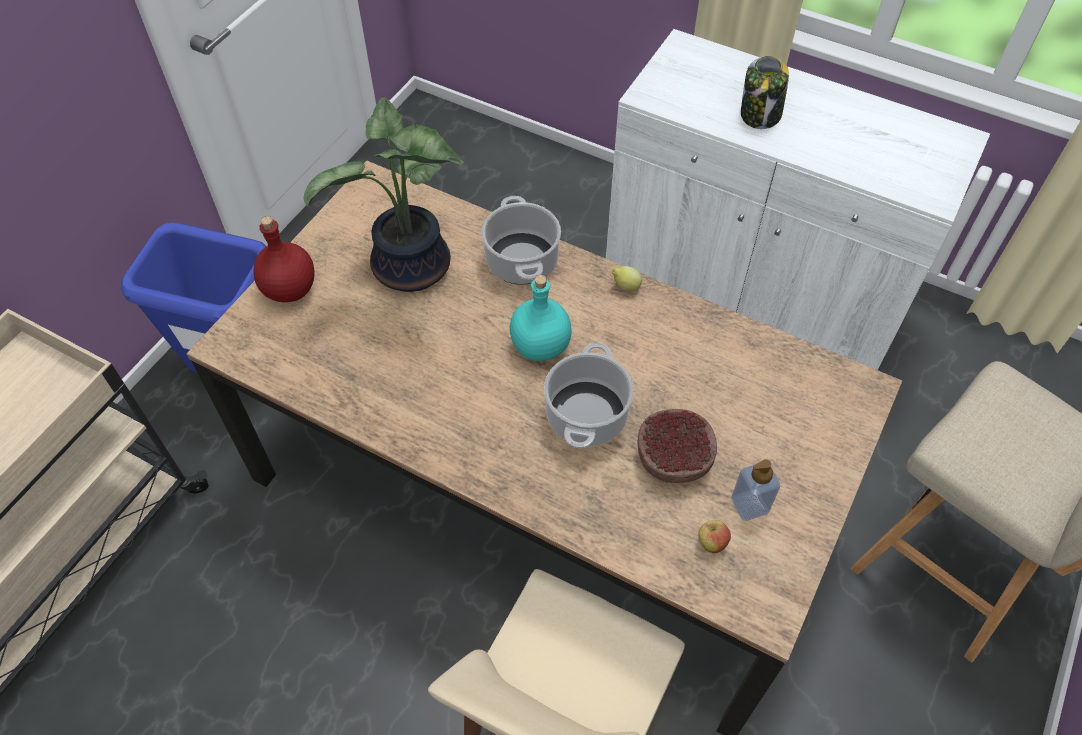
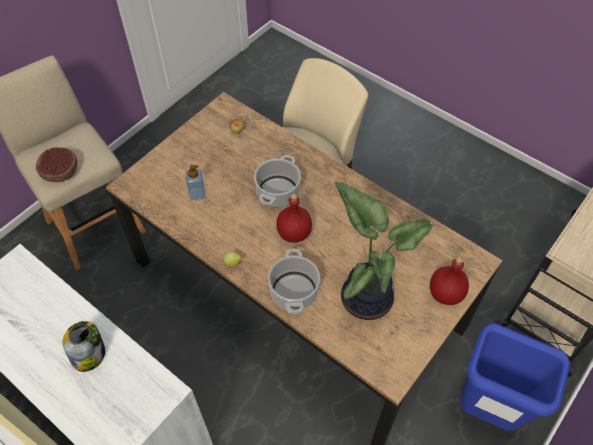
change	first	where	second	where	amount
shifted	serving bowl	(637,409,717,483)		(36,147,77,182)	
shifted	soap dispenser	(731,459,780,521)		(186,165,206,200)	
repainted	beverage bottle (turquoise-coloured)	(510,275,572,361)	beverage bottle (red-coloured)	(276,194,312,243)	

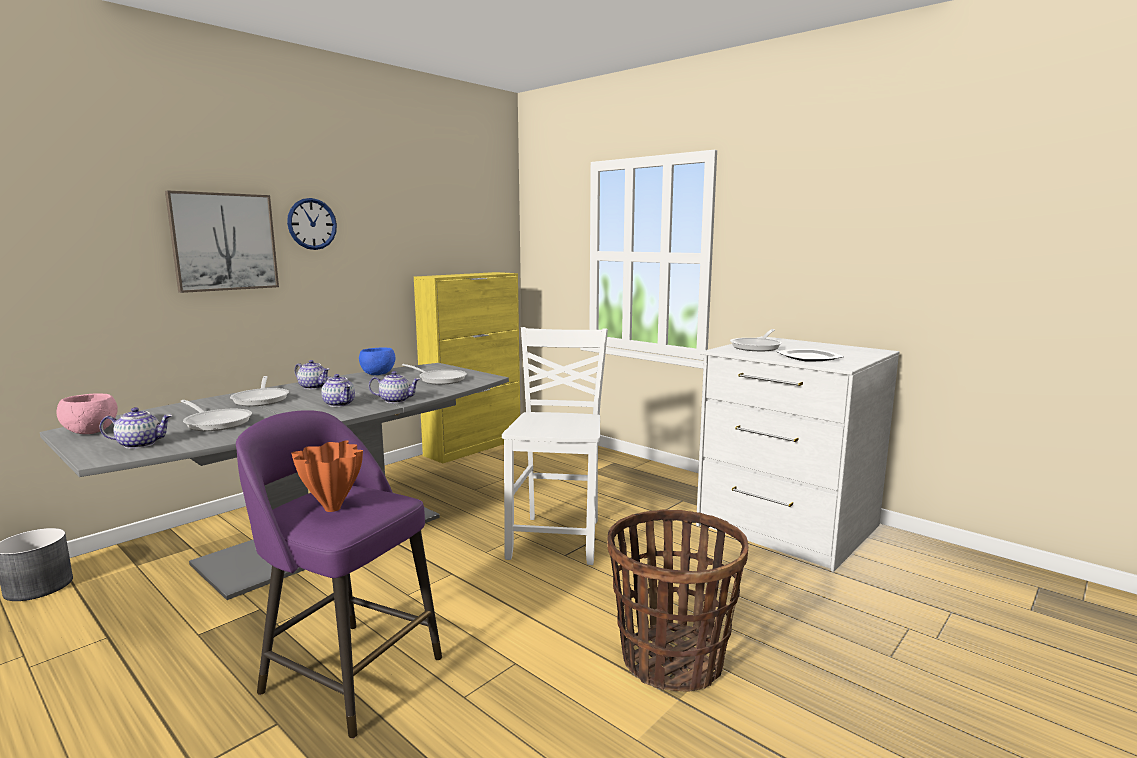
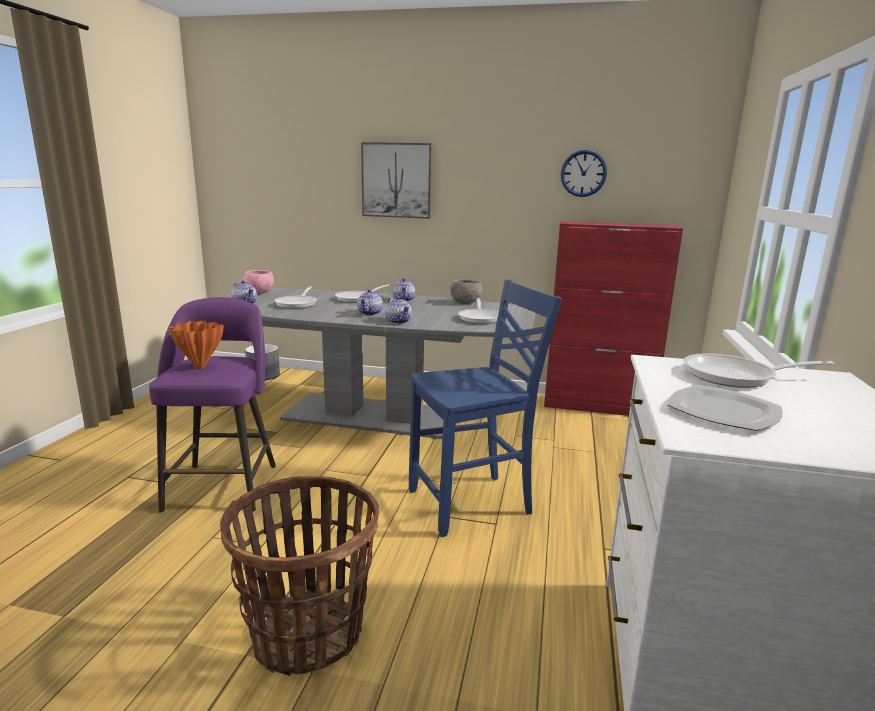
change	first	where	second	where	amount
repainted	chair (white)	(502,327,608,565)	chair (blue-coloured)	(409,279,562,537)	
repainted	serving bowl (blue-coloured)	(359,347,395,375)	serving bowl (greyish)	(450,279,483,304)	
repainted	cupboard (yellow)	(414,272,520,463)	cupboard (red-coloured)	(544,221,683,416)	
shifted	hanging clock	(287,198,337,250)		(561,150,607,197)	

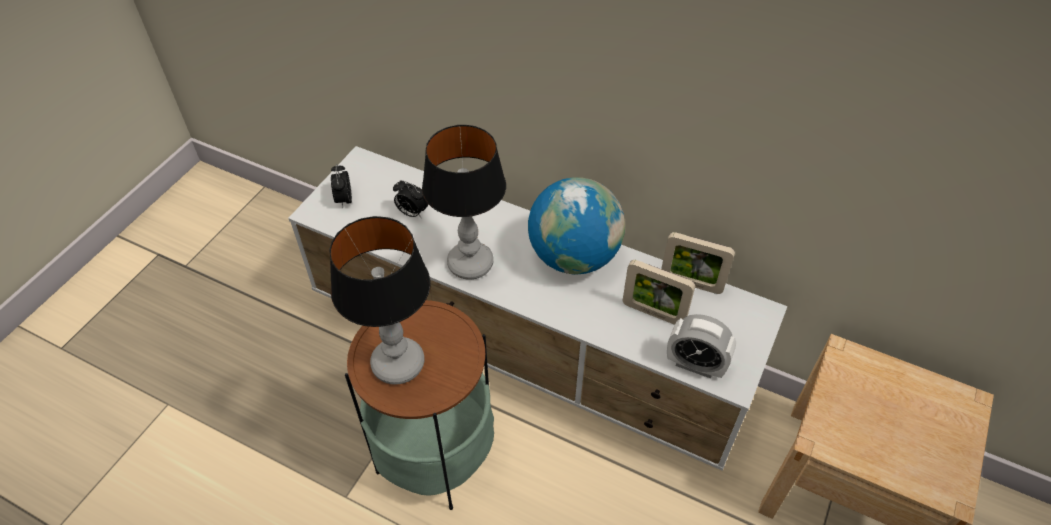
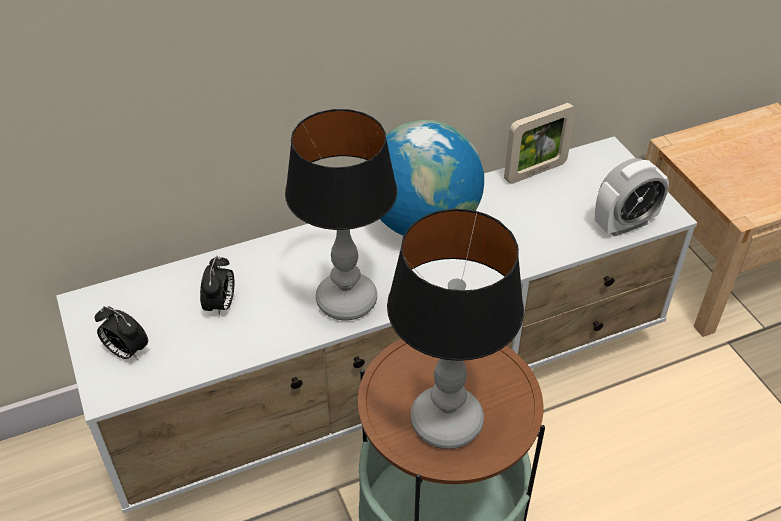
change	first	where	second	where	amount
rotated	bedside clock	(393,180,428,217)		(200,256,234,317)	60 degrees counterclockwise
gone	photo frame	(623,260,695,325)			

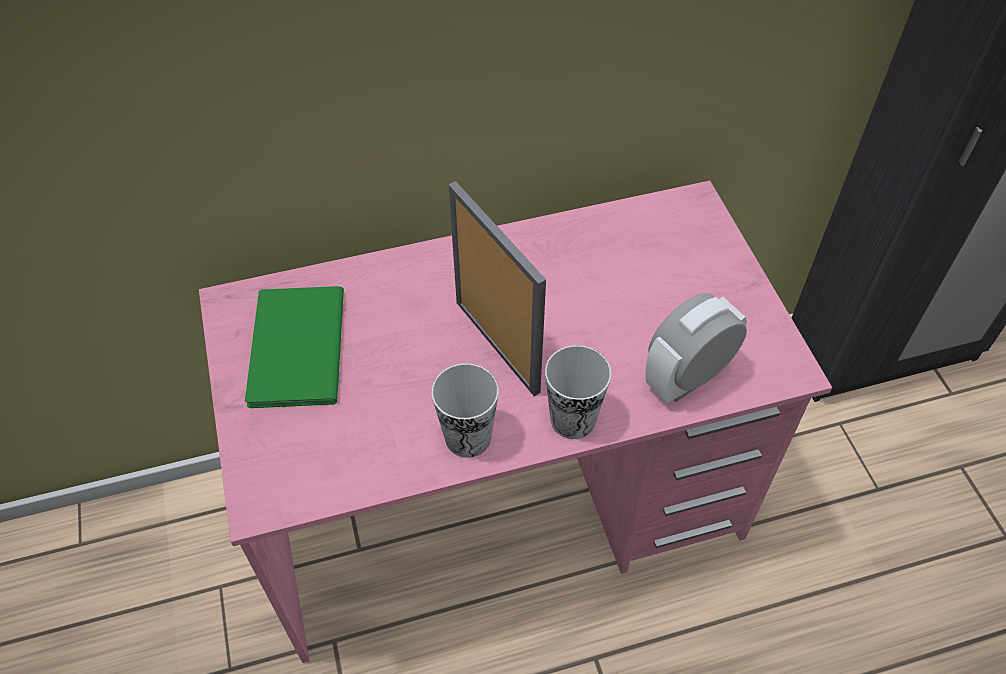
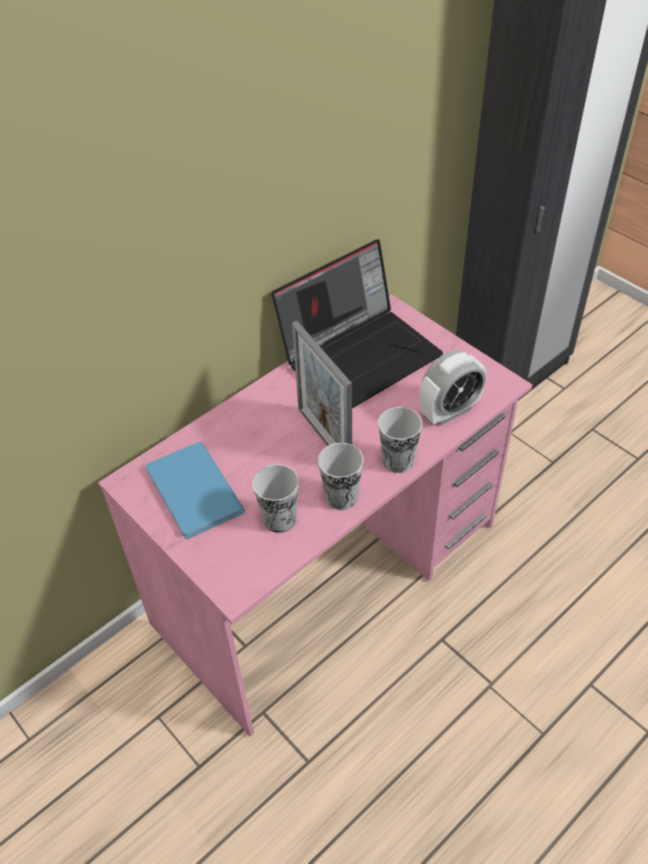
change	first	where	second	where	amount
repainted	bound book (green-coloured)	(245,286,344,408)	bound book (blue-coloured)	(146,442,245,539)	
new			cup	(253,464,299,533)	
new			portable computer	(271,239,443,408)	
rotated	photo frame	(449,181,546,396)		(292,321,352,446)	150 degrees counterclockwise
rotated	bedside clock	(645,294,747,403)		(420,351,486,425)	150 degrees counterclockwise

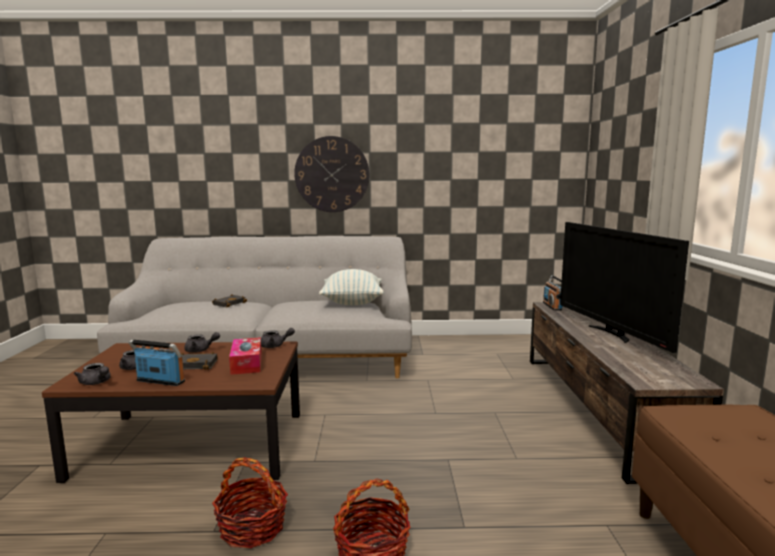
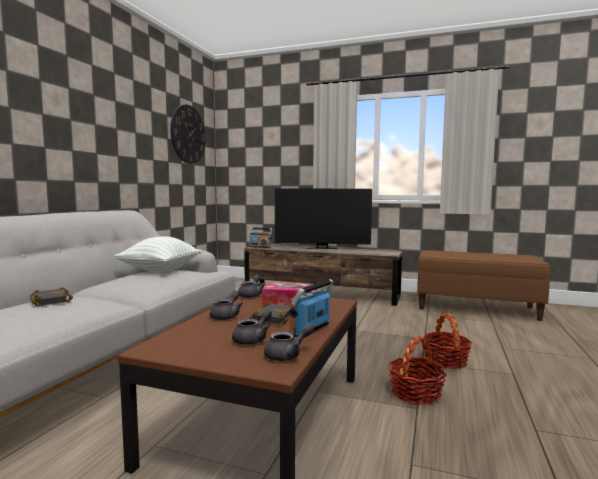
change	first	where	second	where	amount
shifted	hanging clock	(294,136,370,212)		(170,104,206,164)	

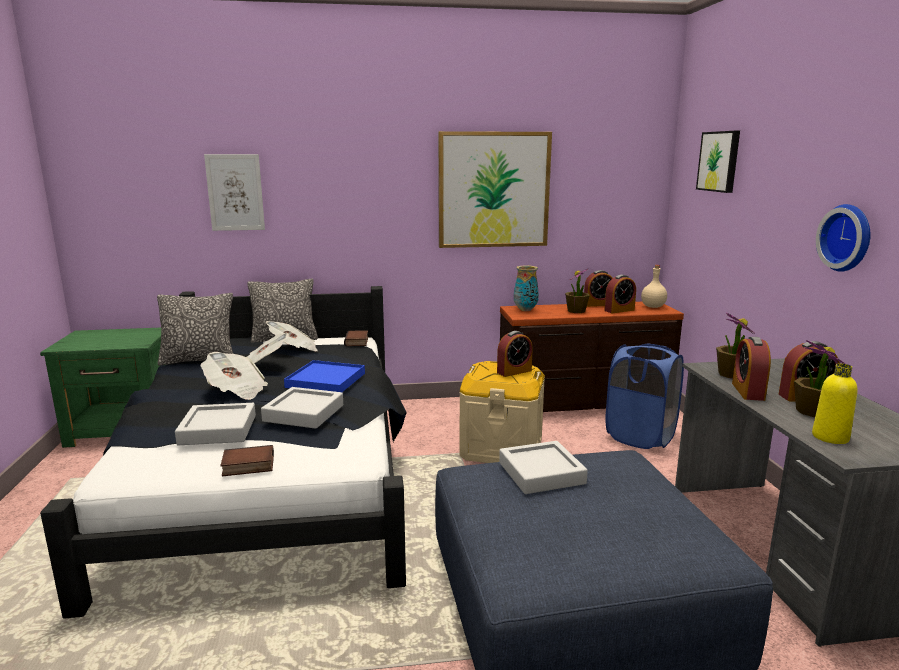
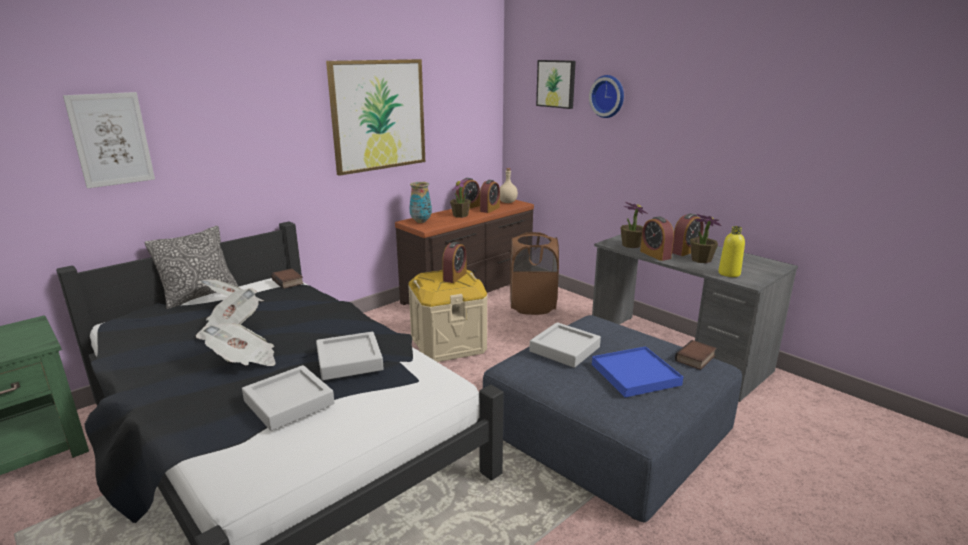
change	first	where	second	where	amount
repainted	washing basket (blue-coloured)	(606,344,684,449)	washing basket (brownish)	(510,232,559,315)	
shifted	hanging clock	(816,204,871,272)		(589,75,624,118)	
shifted	serving tray (blue-coloured)	(284,360,365,392)		(592,346,683,398)	
shifted	bound book	(220,445,274,476)		(675,340,717,370)	
gone	pillow	(157,293,233,366)			

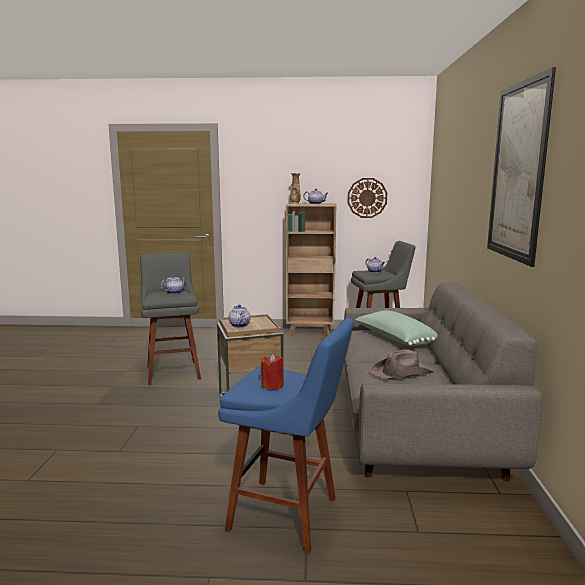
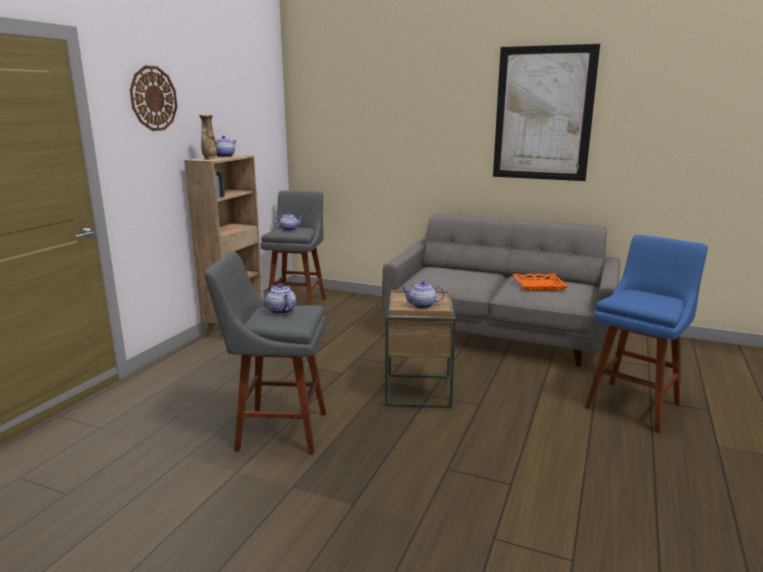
change	first	where	second	where	amount
shifted	hanging clock	(347,178,387,218)		(130,66,177,131)	
swapped	clothing hat (brownish)	(370,349,434,379)	serving tray (orange-coloured)	(512,273,568,291)	
gone	wax candle (red-coloured)	(261,354,284,389)			
gone	pillow (green-coloured)	(355,310,438,346)			

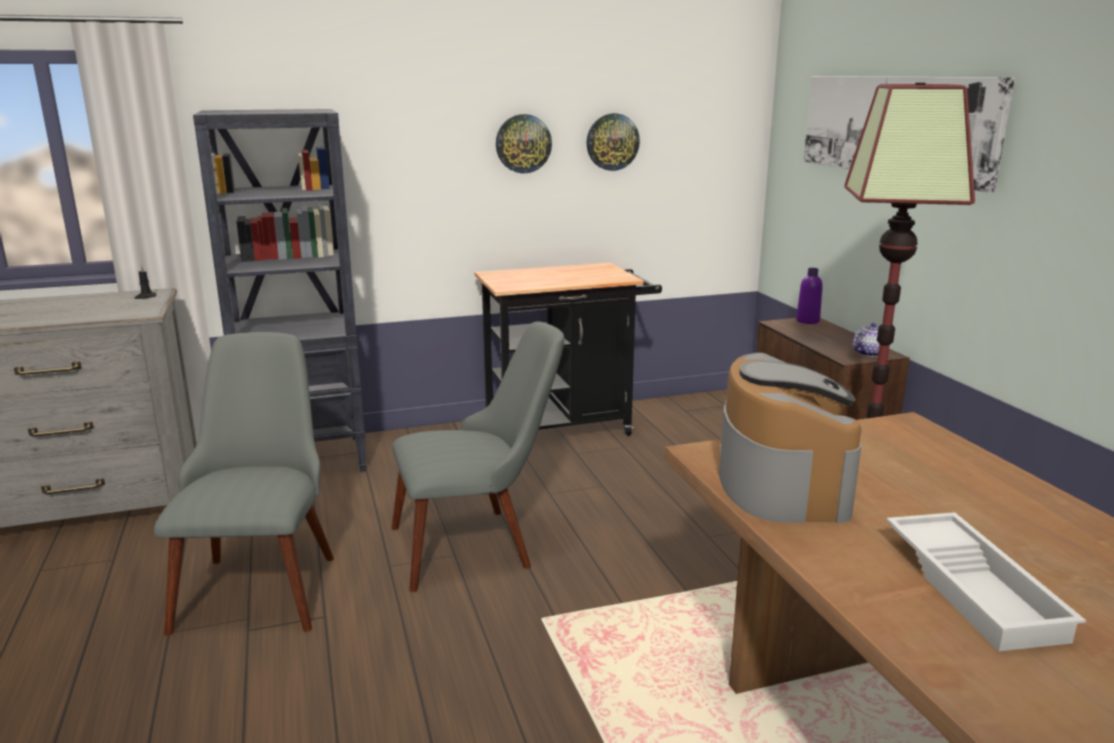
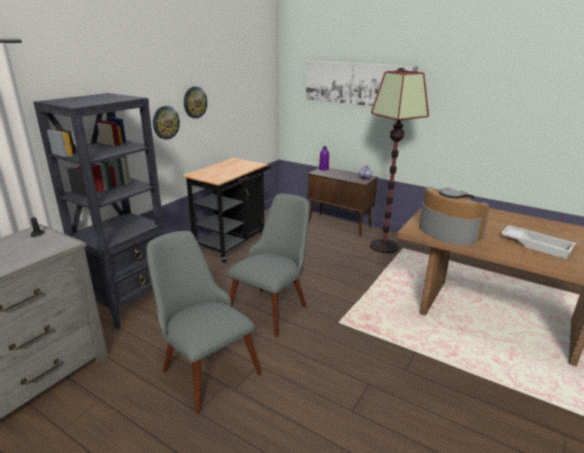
change	first	where	second	where	amount
shifted	hanging clock	(587,113,640,171)		(153,106,180,140)	

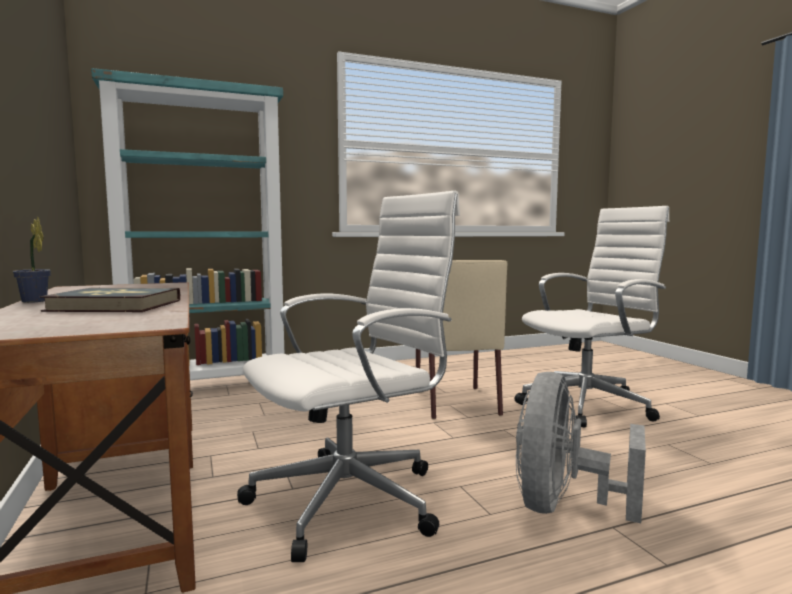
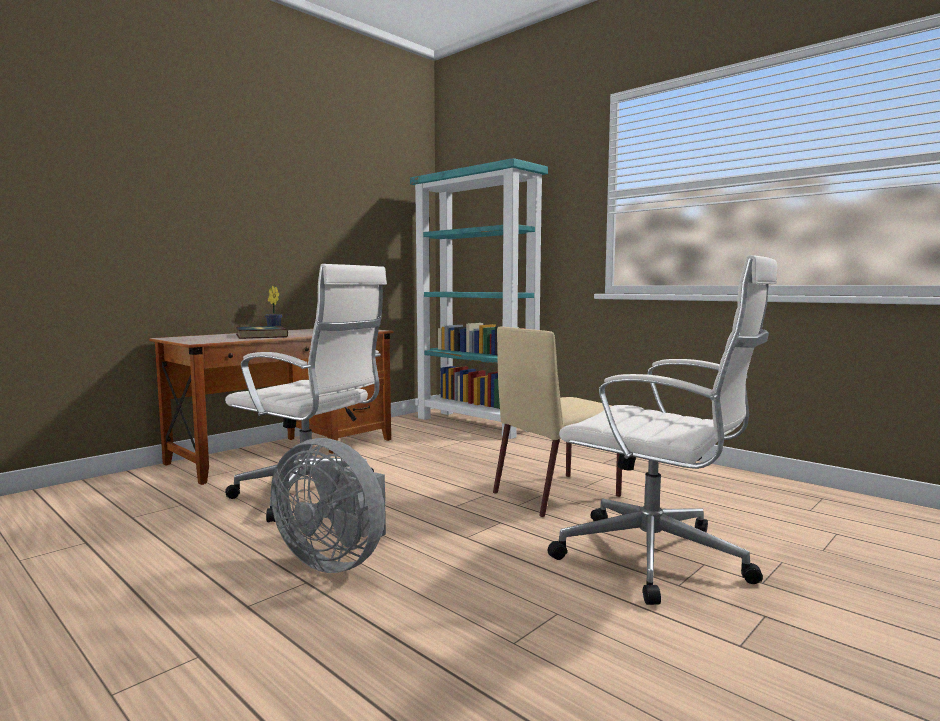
change	first	where	second	where	amount
rotated	fan (greyish)	(516,372,646,523)		(271,438,386,573)	150 degrees counterclockwise

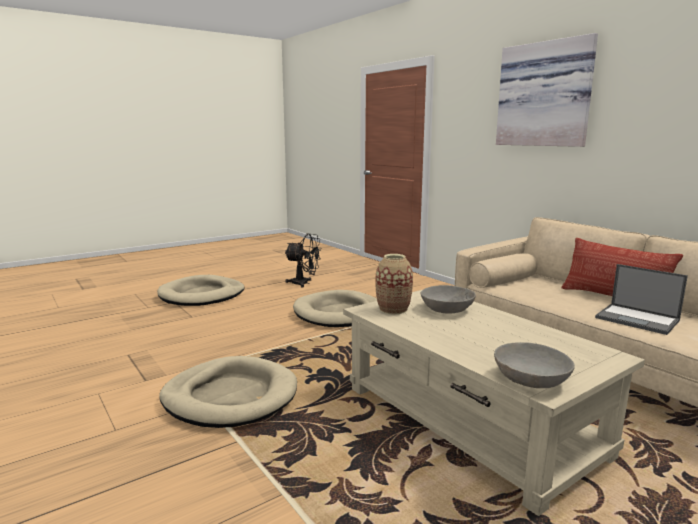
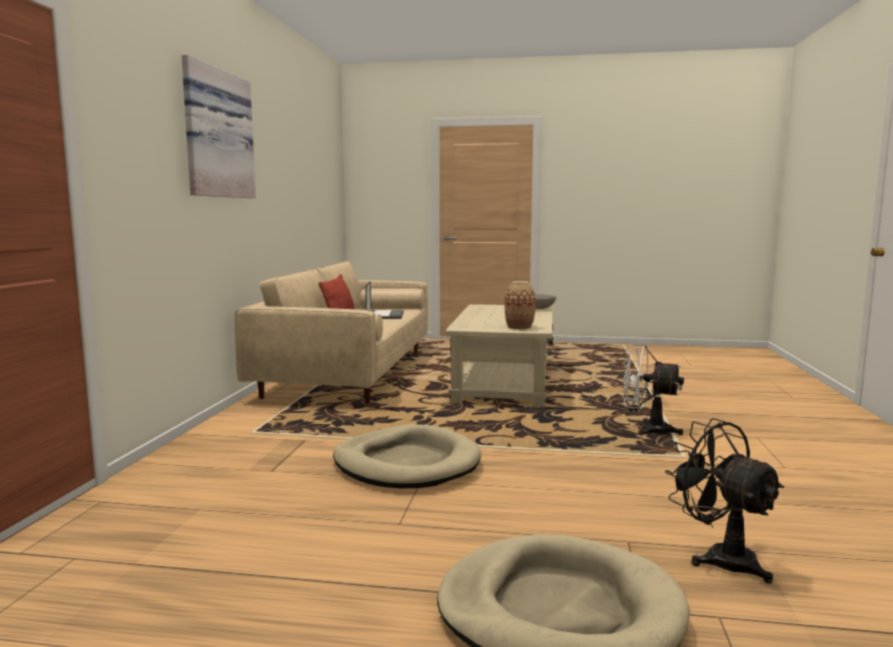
change	first	where	second	where	amount
swapped	pet bed (sand-coloured)	(159,356,297,428)	fan (white)	(622,344,684,435)	
shifted	fan (blackish)	(285,233,321,288)		(665,418,784,584)	
gone	serving bowl (greyish)	(421,285,476,314)			

